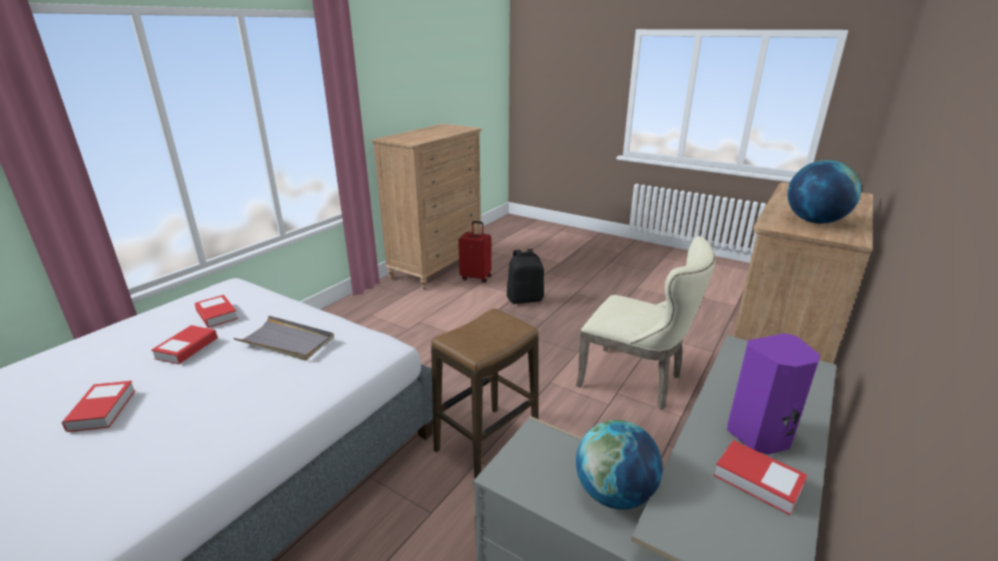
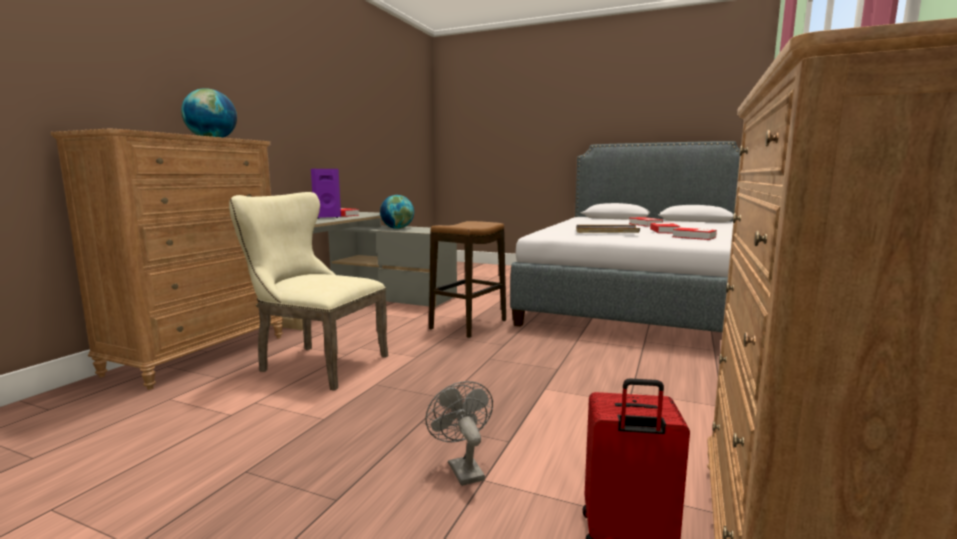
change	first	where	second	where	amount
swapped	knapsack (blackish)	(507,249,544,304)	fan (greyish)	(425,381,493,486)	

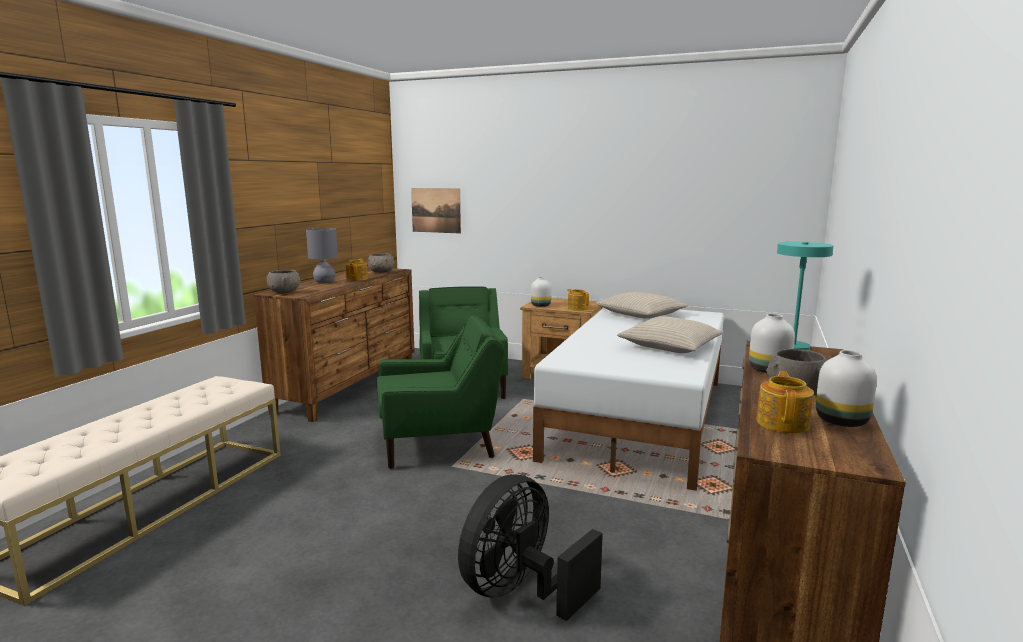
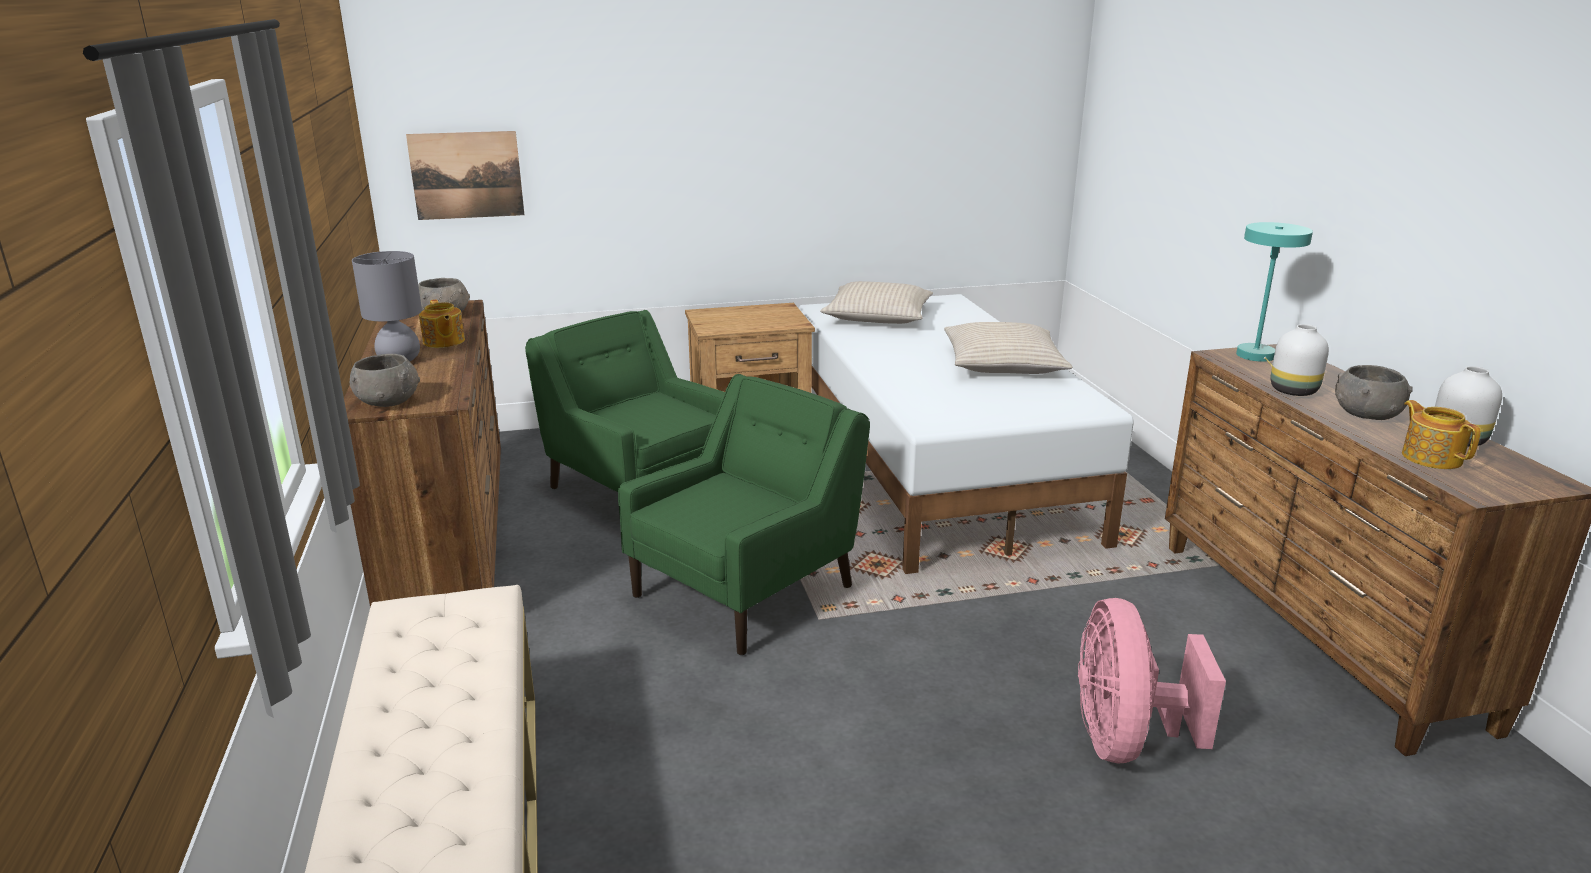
change	first	where	second	where	amount
repainted	fan (blackish)	(458,474,603,621)	fan (pink-coloured)	(1078,598,1226,764)	
gone	flower vase (white)	(531,277,551,307)			
gone	pot for tea	(567,289,589,310)			

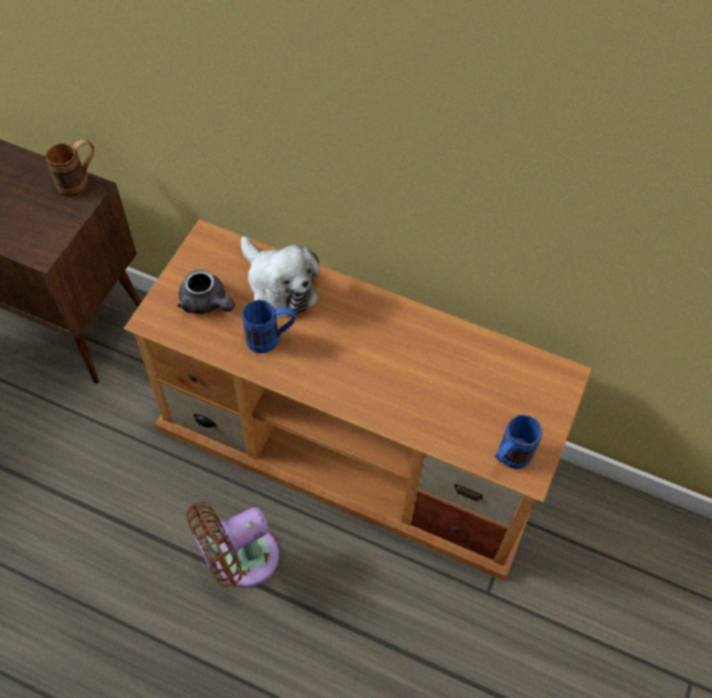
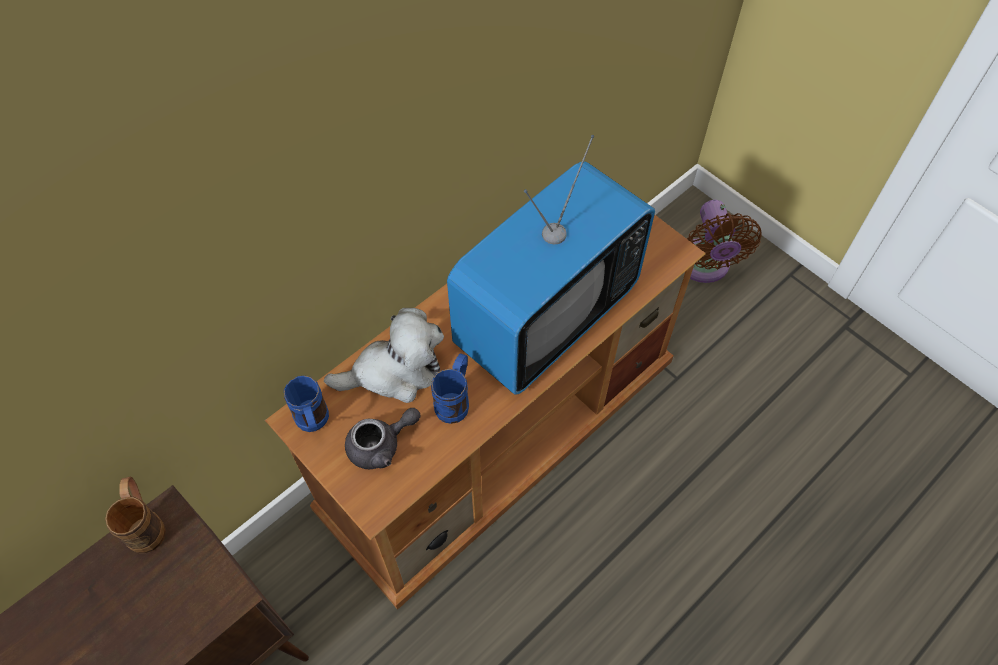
change	first	where	second	where	amount
shifted	tea mug (blue-coloured)	(495,415,542,469)		(284,376,329,432)	
new			TV set	(447,135,655,395)	
shifted	fan (brownish)	(186,502,279,588)		(687,200,762,283)	

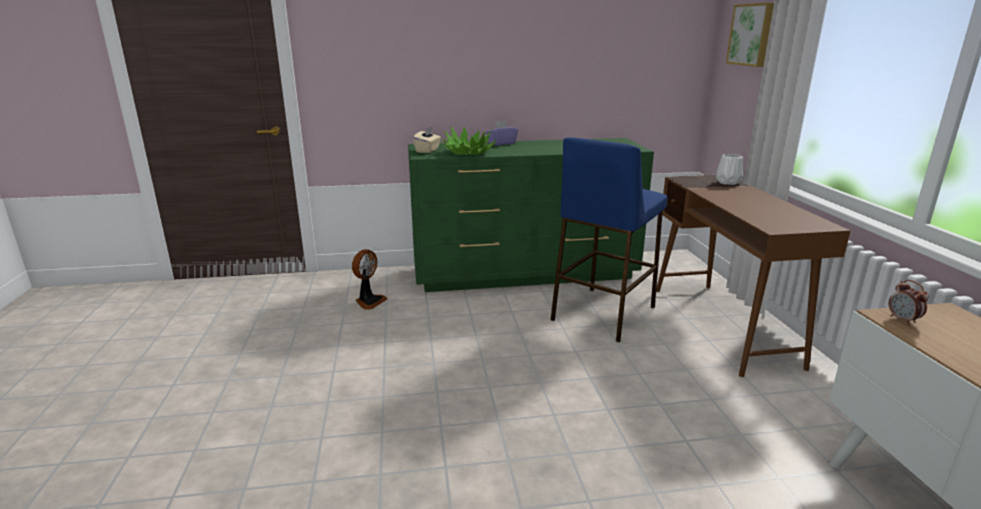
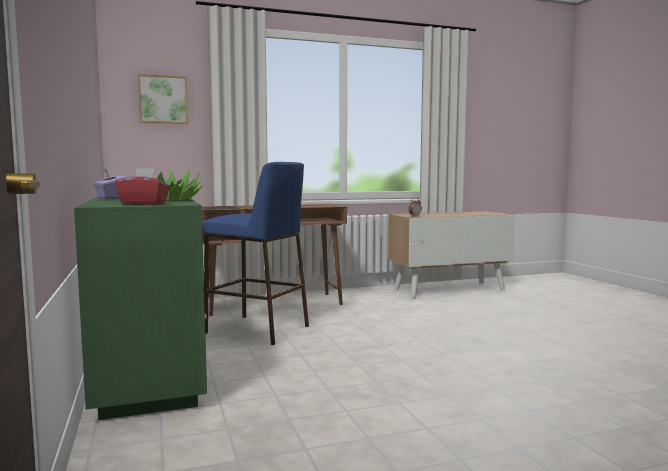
change	first	where	second	where	amount
repainted	tissue holder (sand-coloured)	(413,127,441,153)	tissue holder (red-coloured)	(115,168,170,205)	
gone	fan	(352,249,388,310)			
gone	flower vase (white)	(716,154,743,185)			

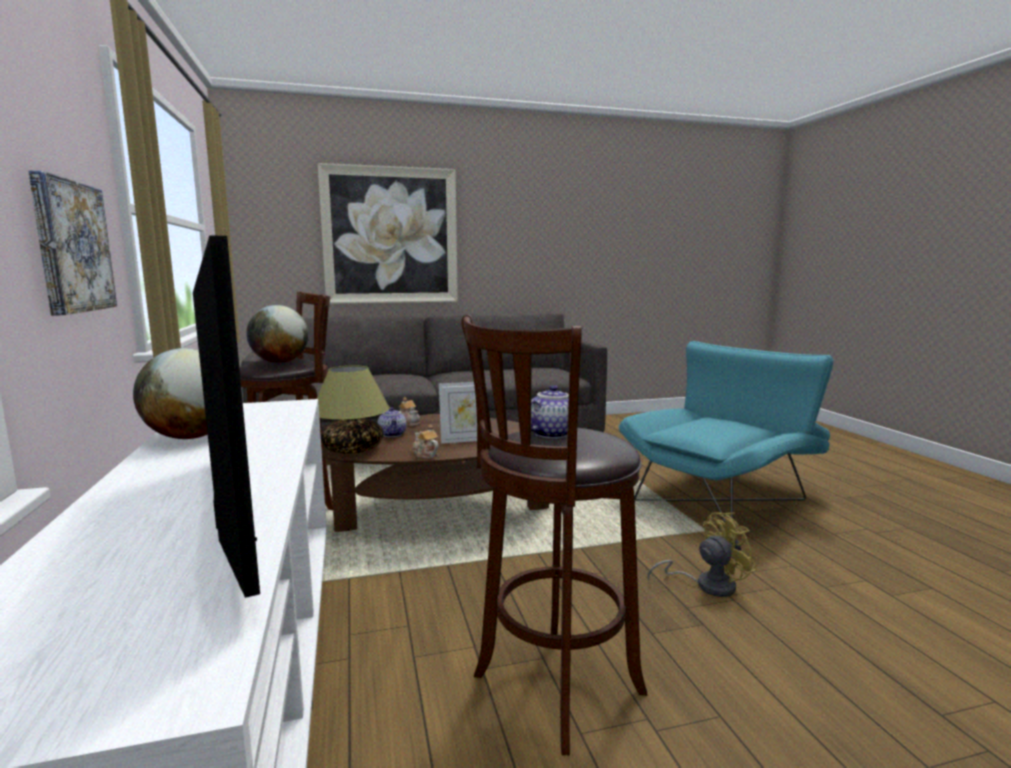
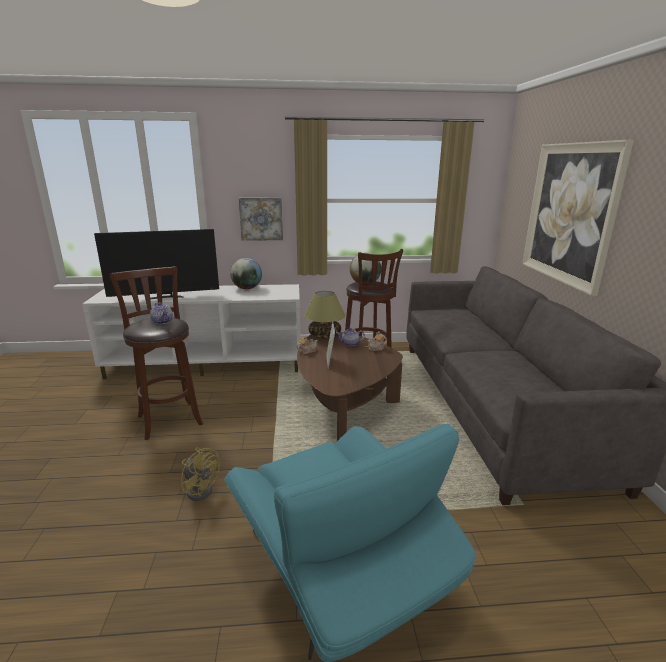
change	first	where	second	where	amount
rotated	fan (yellow)	(647,512,757,597)		(181,447,220,501)	45 degrees counterclockwise

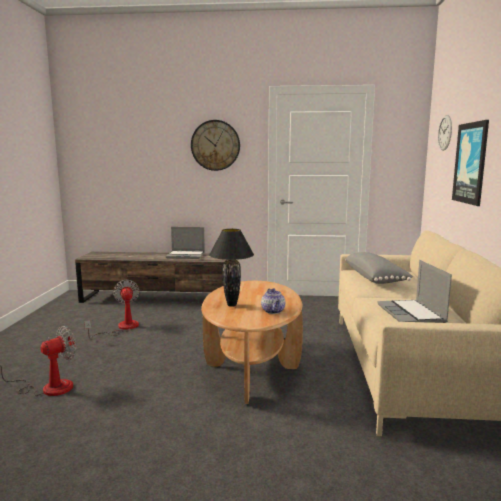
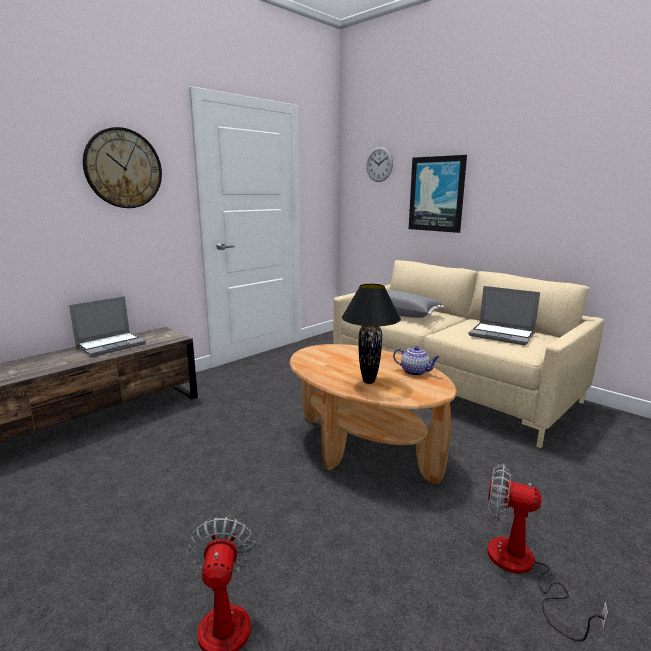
change	first	where	second	where	amount
shifted	fan	(84,280,140,338)		(487,464,608,642)	

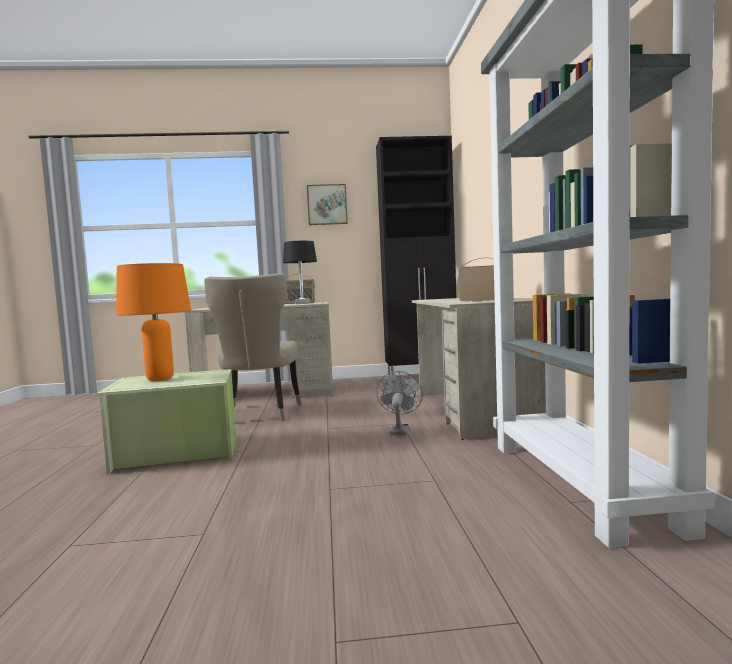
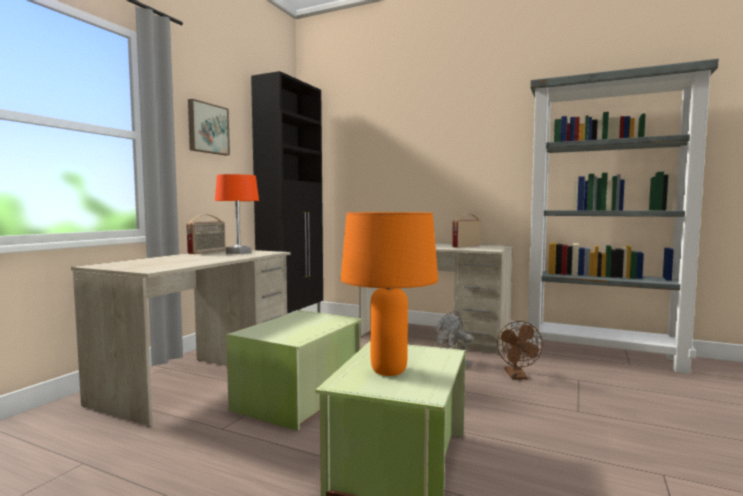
change	first	where	second	where	amount
repainted	table lamp (blackish)	(283,241,317,304)	table lamp (orange-coloured)	(215,174,259,254)	
swapped	chair (sand-coloured)	(204,273,301,421)	storage container (green-coloured)	(226,310,363,431)	
new			fan (brownish)	(497,321,543,380)	

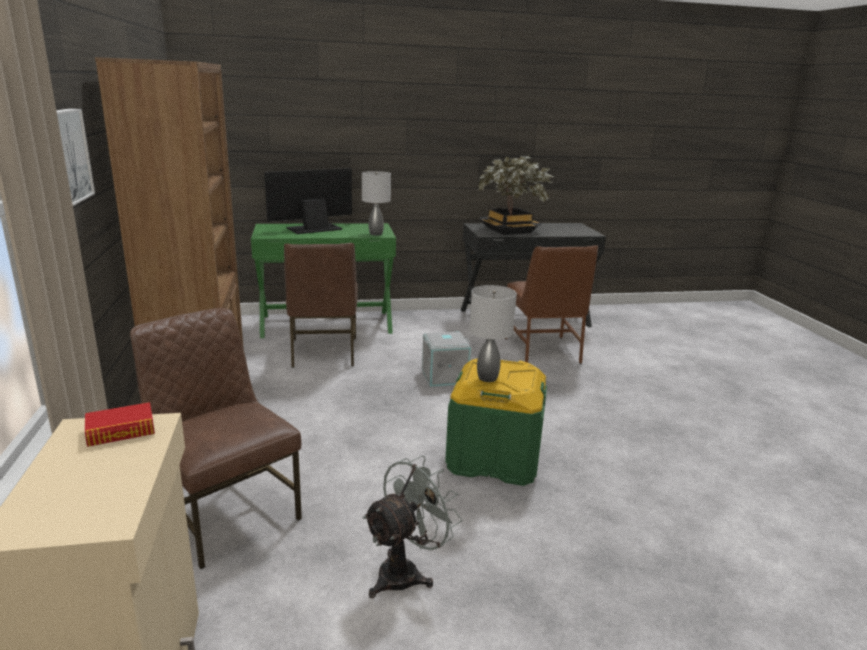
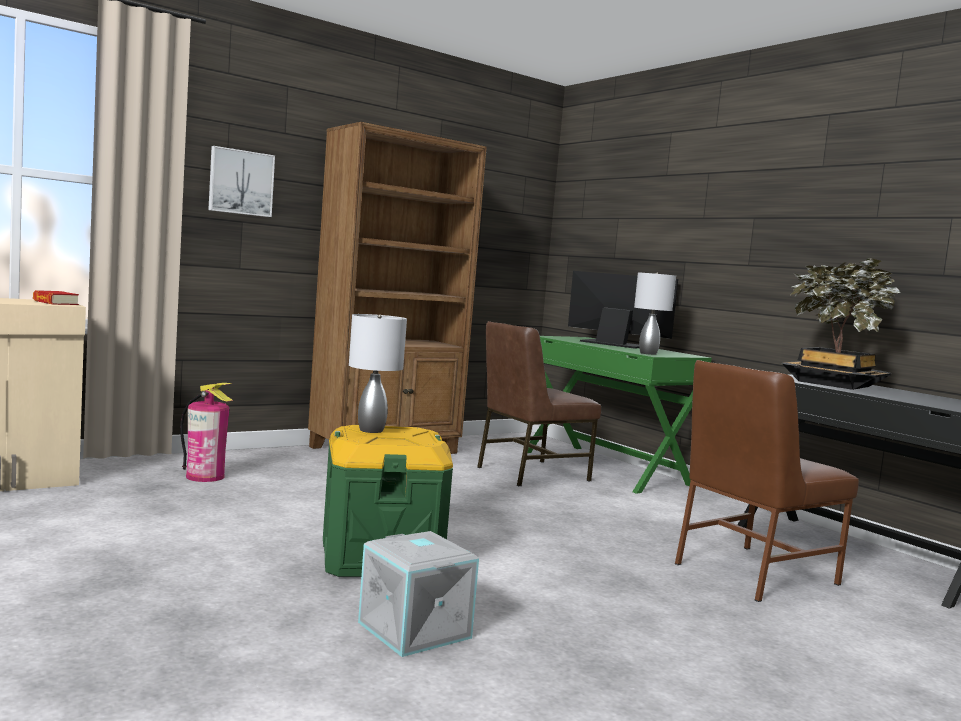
change	first	where	second	where	amount
swapped	chair (brownish)	(130,308,302,569)	extinguisher	(180,383,233,482)	
shifted	storage container (greyish)	(422,332,471,387)		(358,531,479,657)	
gone	fan (greyish)	(362,455,462,598)			

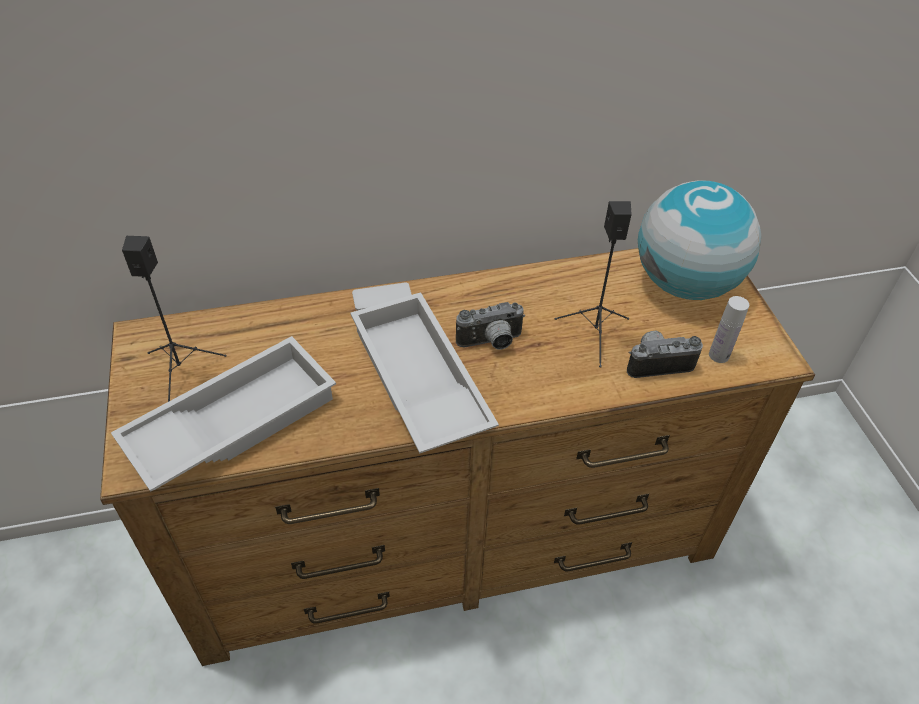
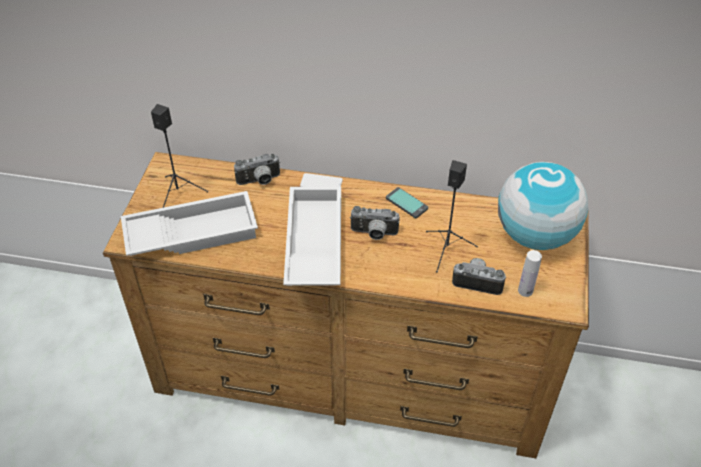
change	first	where	second	where	amount
new			photo camera	(234,154,280,185)	
new			handset	(386,187,428,218)	

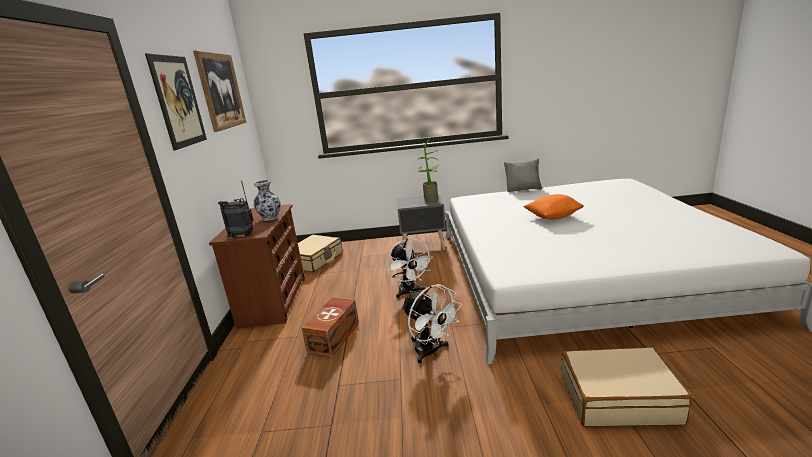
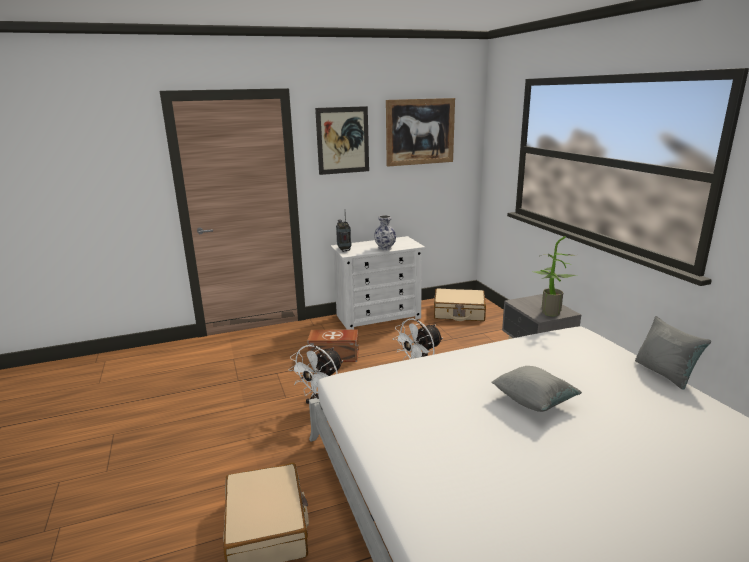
change	first	where	second	where	amount
repainted	drawer chest (brownish)	(209,204,305,328)	drawer chest (white)	(330,236,425,330)	
repainted	pillow (orange-coloured)	(523,194,584,219)	pillow (greyish)	(491,366,582,412)	

